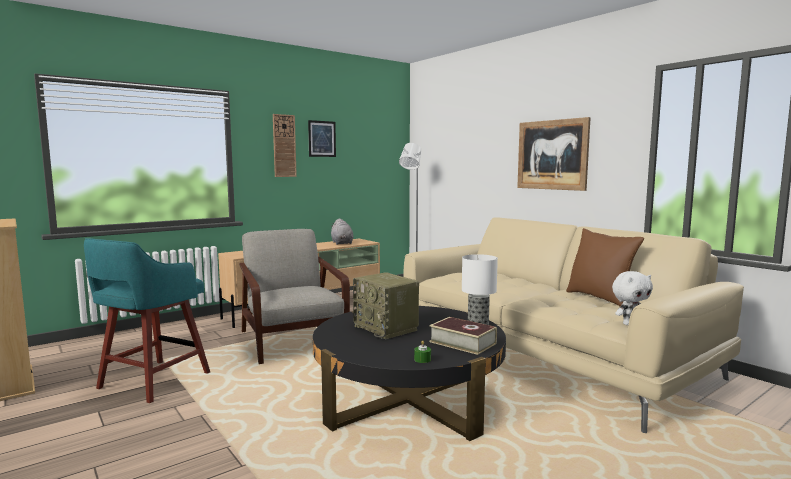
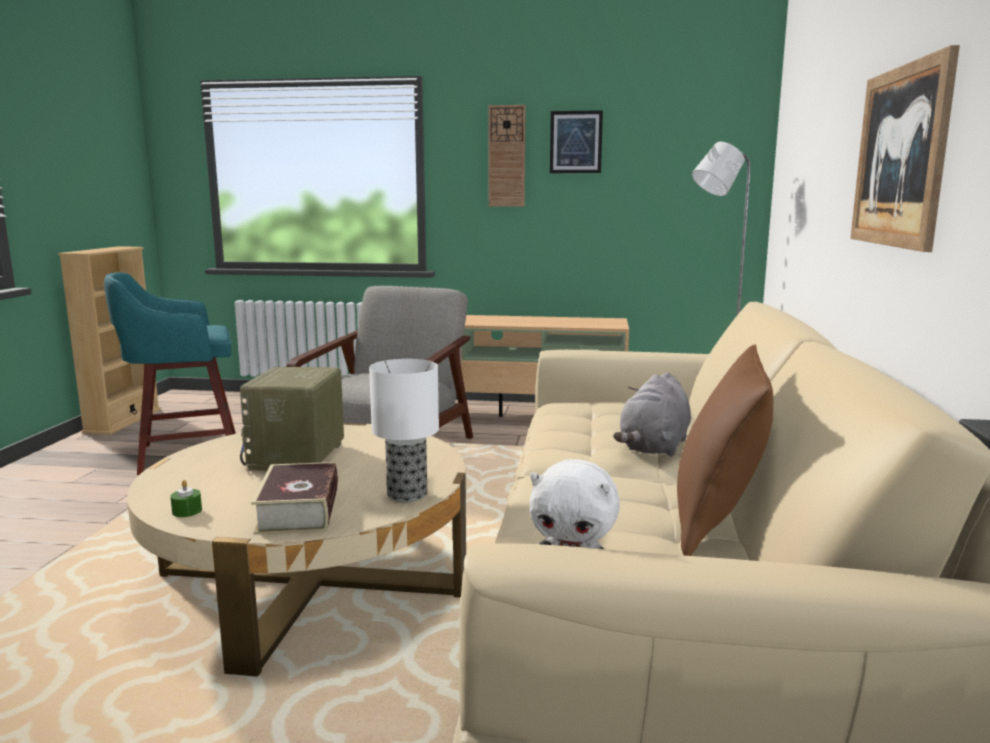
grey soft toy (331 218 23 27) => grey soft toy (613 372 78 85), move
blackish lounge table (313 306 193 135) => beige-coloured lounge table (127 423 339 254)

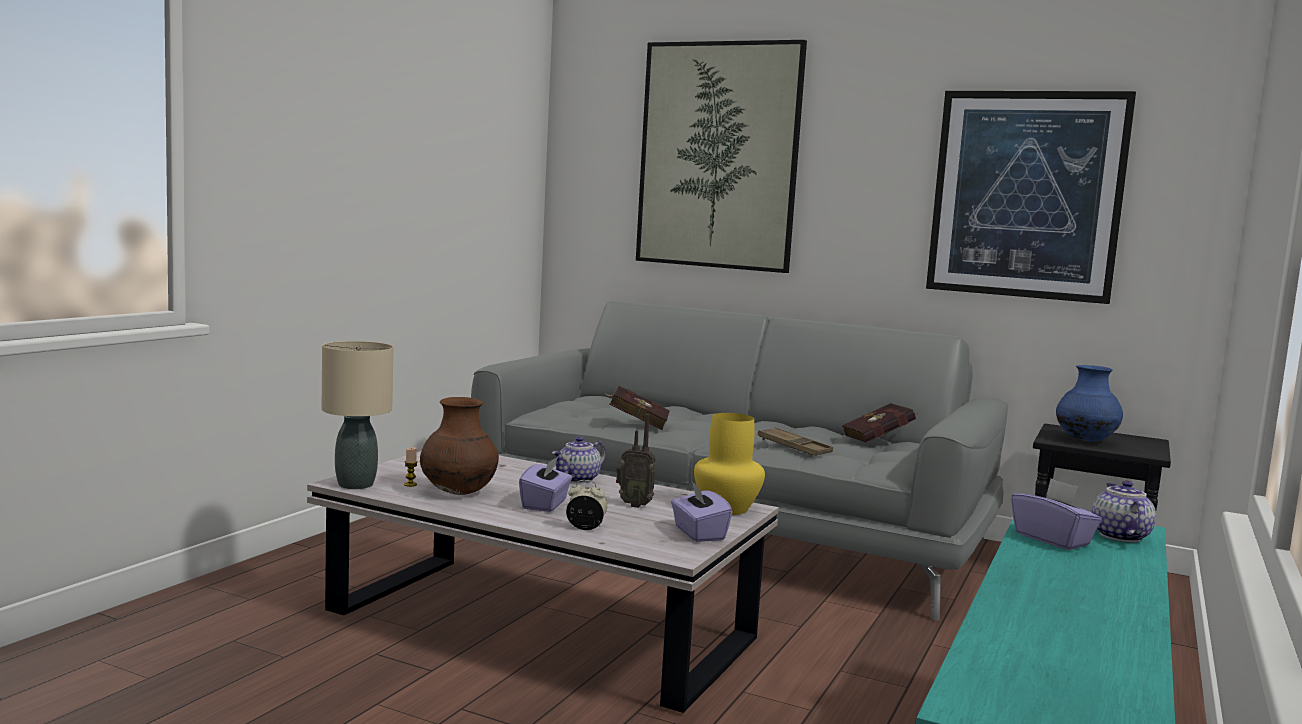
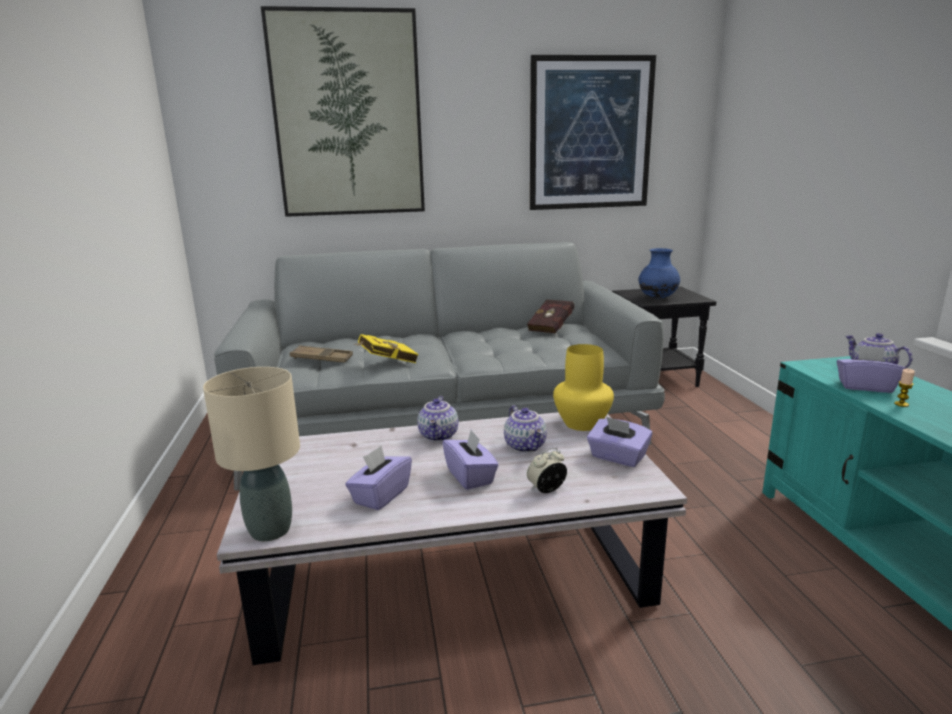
candle (404 447 14 40) => candle (894 369 21 38), move
brown-coloured serving tray (758 427 75 29) => brown-coloured serving tray (290 345 63 17), move
brown-coloured vase (420 397 79 98) => purplish tissue box (345 446 67 64)
radio (616 414 40 94) => tea pot (504 405 43 48)
red bound book (604 386 66 44) => yellow bound book (355 334 64 29)

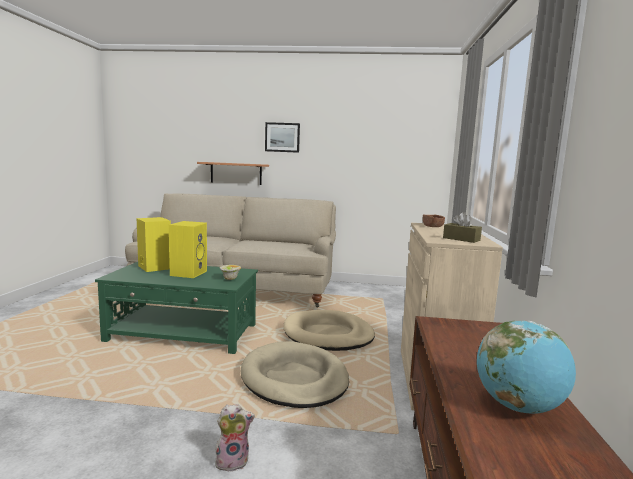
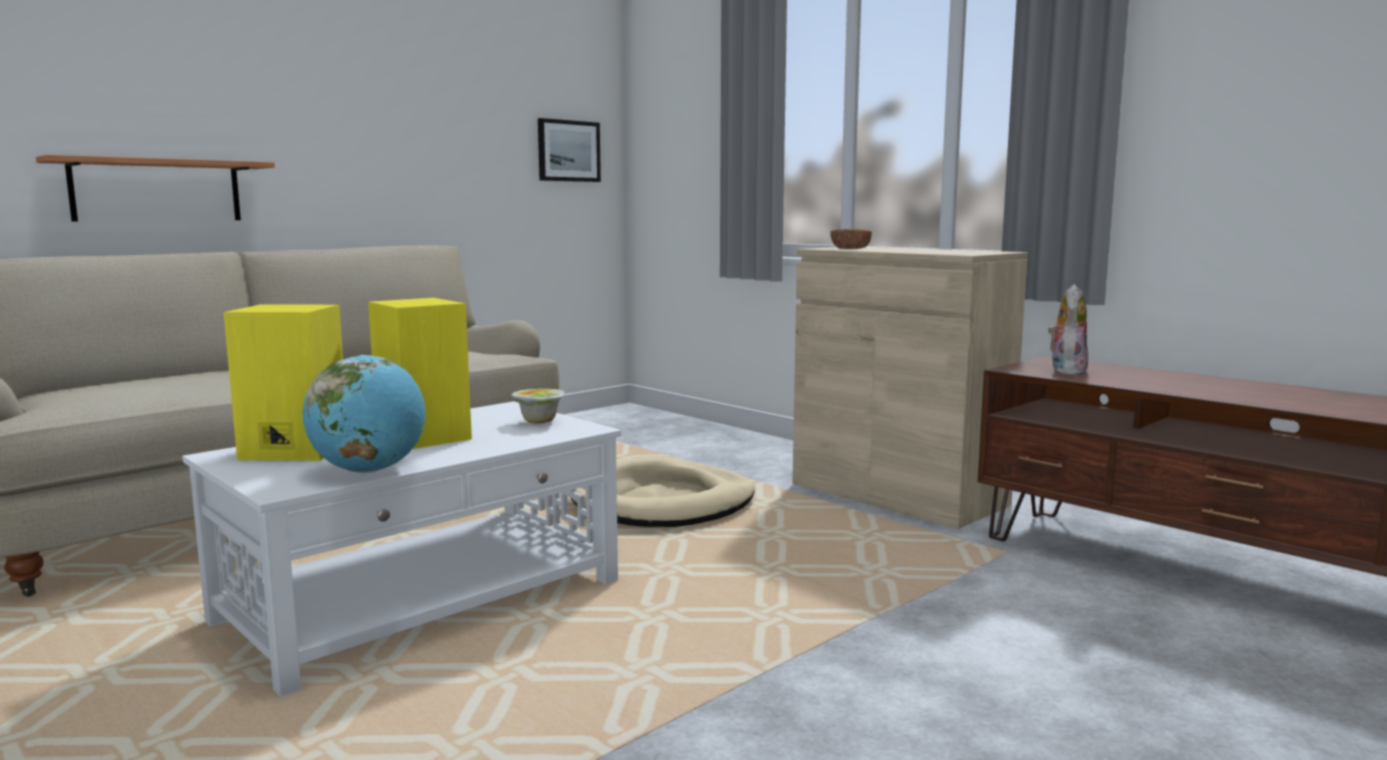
beige-coloured dog cushion (240 341 109 67) => nothing
brown-coloured tissue box (443 212 39 31) => nothing
soft toy (215 404 40 69) => soft toy (1048 284 40 91), move
picture (265 122 35 31) => picture (538 118 63 64), move
world globe (477 321 99 93) => world globe (303 355 122 118), move
green-coloured lounge table (95 262 163 92) => white-coloured lounge table (182 401 439 296)

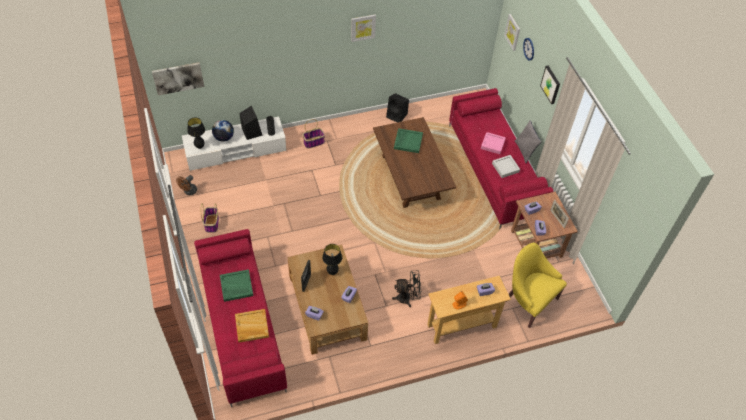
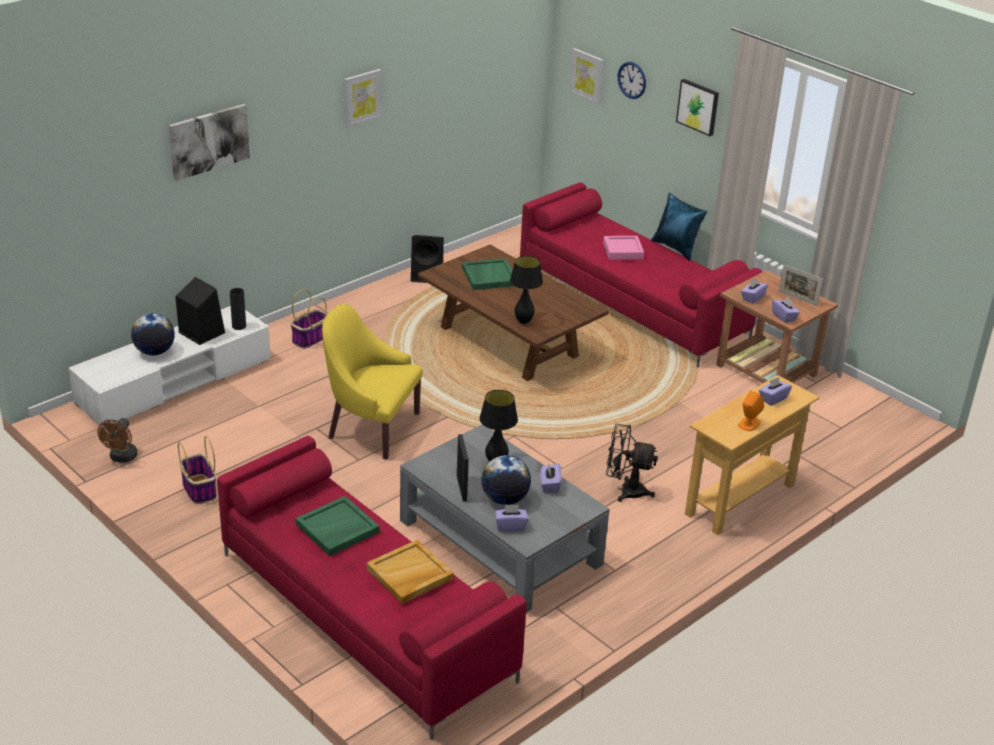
grey serving tray (492 155 28 23) => nothing
nothing => world globe (482 455 49 50)
picture (152 62 52 33) => picture (169 104 81 77), move
blackish tabletop lamp (187 117 18 32) => blackish tabletop lamp (510 256 33 68), move
yellow easy chair (505 243 62 85) => yellow easy chair (322 304 101 156), move
brown-coloured lounge table (288 245 80 110) => grey lounge table (400 424 209 189)
grey throw pillow (515 120 27 43) => bluish throw pillow (651 193 56 68)
blackish fan (392 271 29 36) => blackish fan (606 424 52 78), 135 degrees counterclockwise

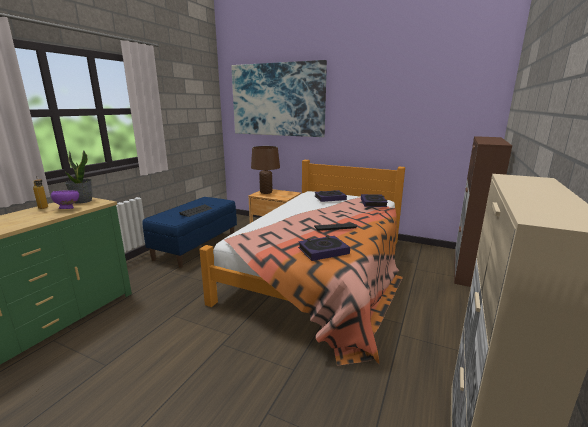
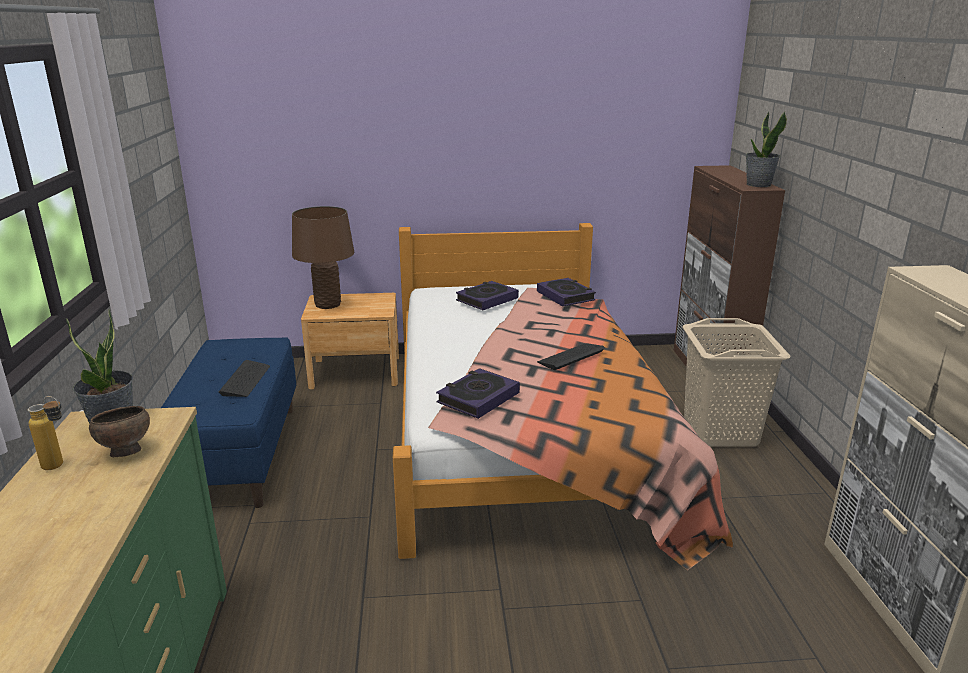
picture (231 60 96 77) => nothing
nothing => beige-coloured laundry basket (682 318 108 128)
nothing => plant in a pot (746 111 41 76)
bound book (298 236 52 25) => bound book (436 368 84 51), move
purplish deep dish (51 190 28 19) => brown-coloured deep dish (89 406 61 51)

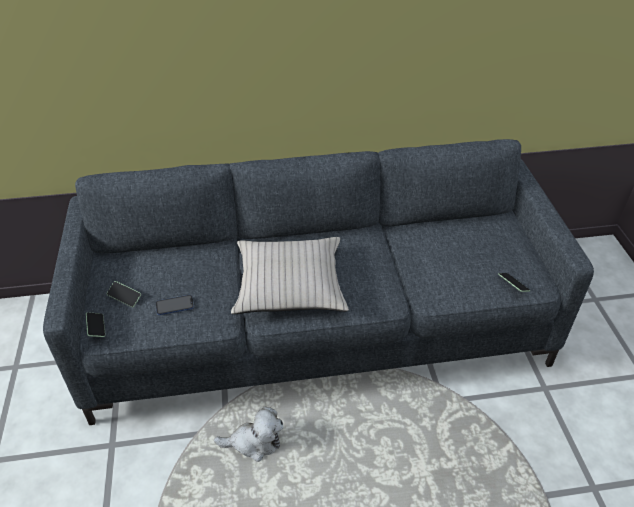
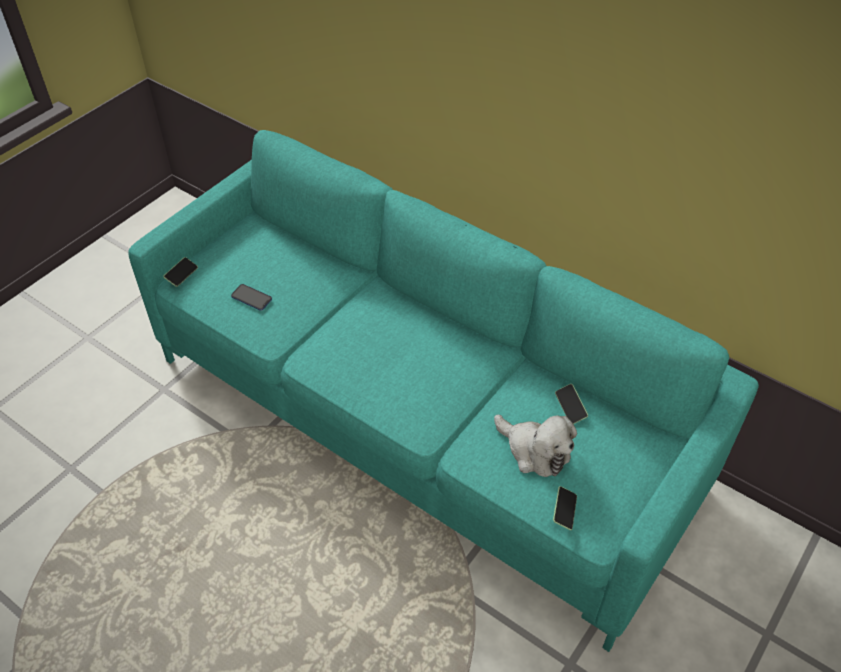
beige-coloured throw pillow (231 237 118 77) => nothing
handset (107 281 34 26) => handset (555 384 33 40), move
soft toy (214 406 70 56) => soft toy (494 415 83 62), move
grey sofa (43 139 551 286) => blue-green sofa (128 130 631 522)

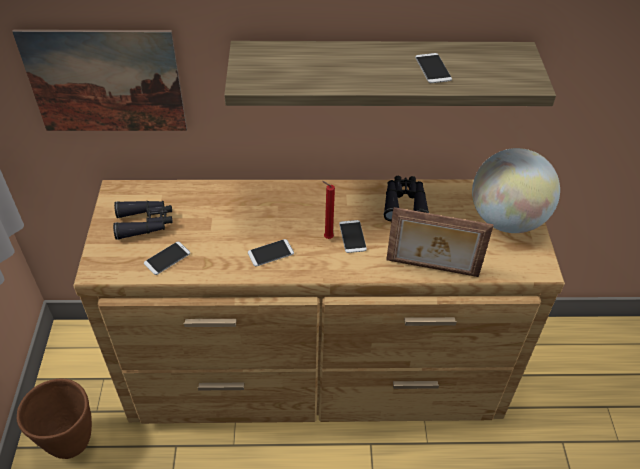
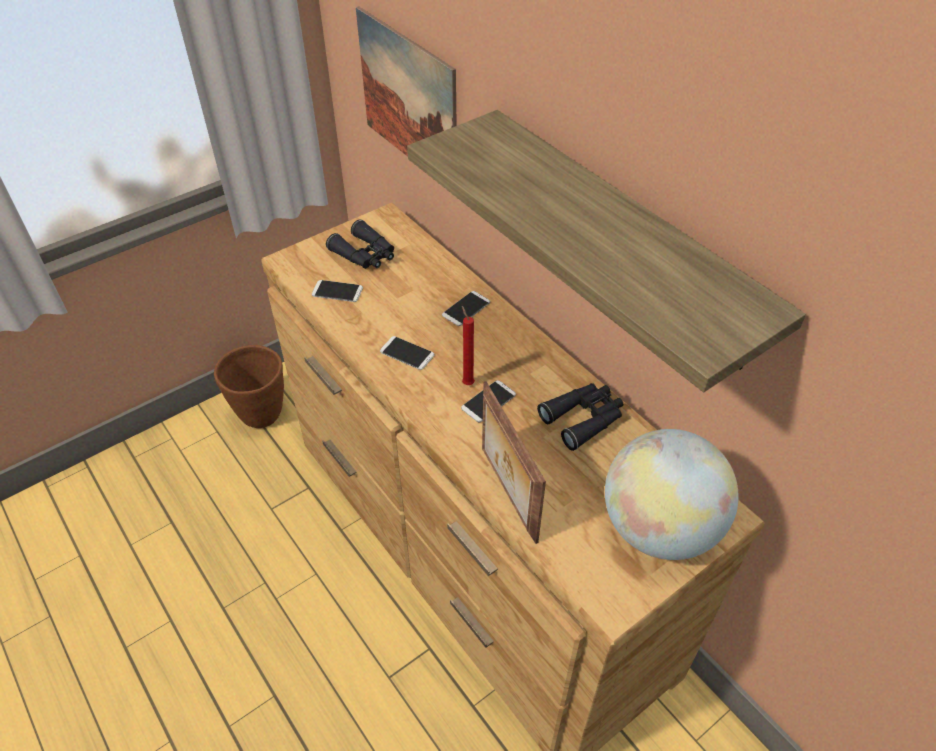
handset (415 53 37 30) => handset (442 291 48 35), move

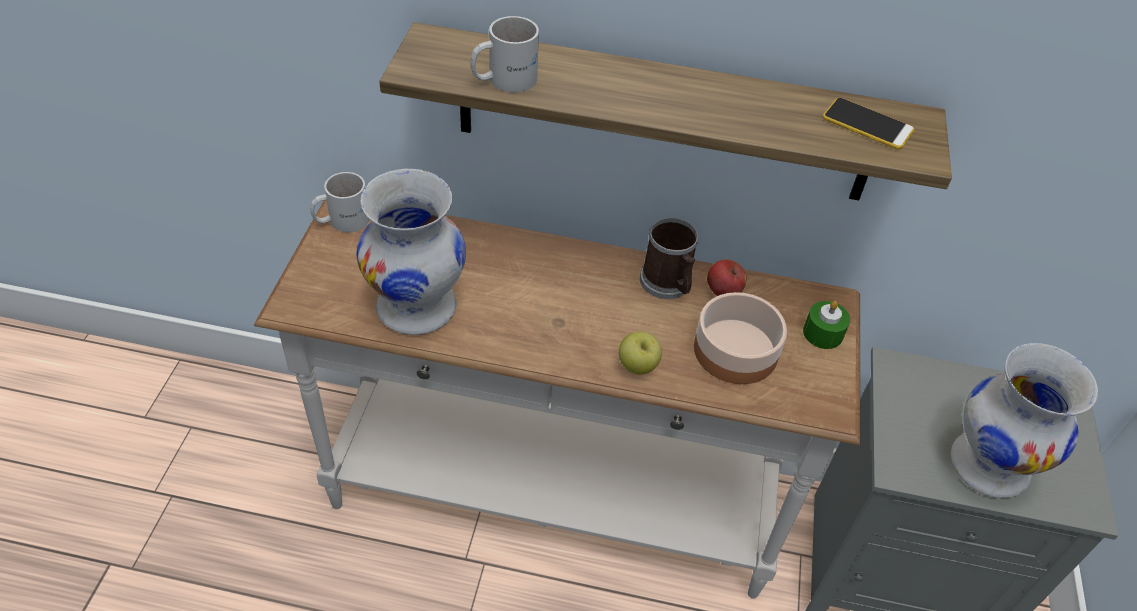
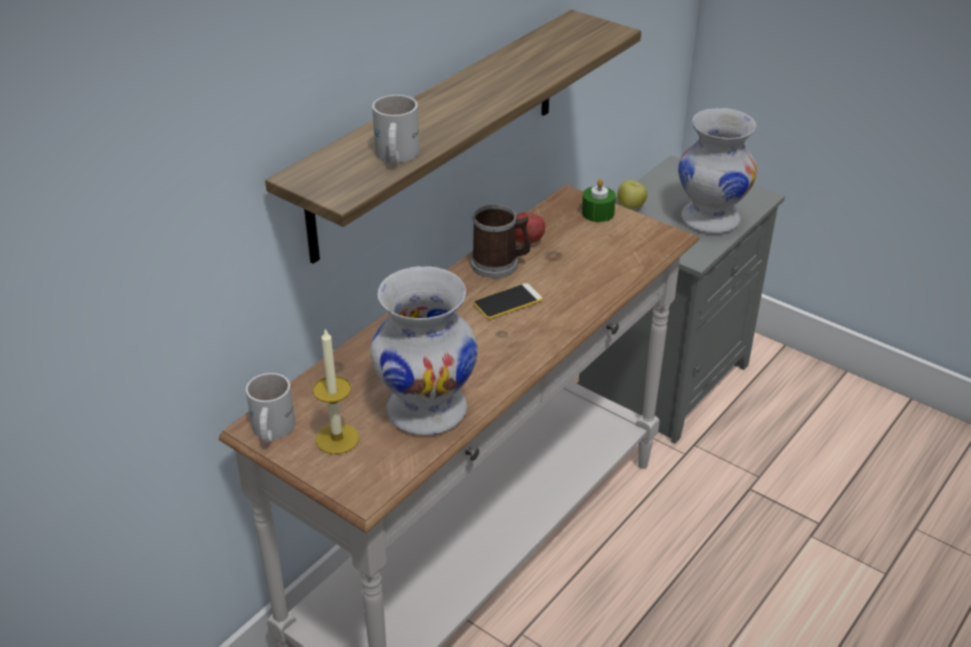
deep dish (694 292 93 92) => nothing
nothing => candle (313 328 46 126)
apple (619 332 43 42) => apple (617 180 30 29), move
handset (823 98 91 52) => handset (473 283 70 37), move

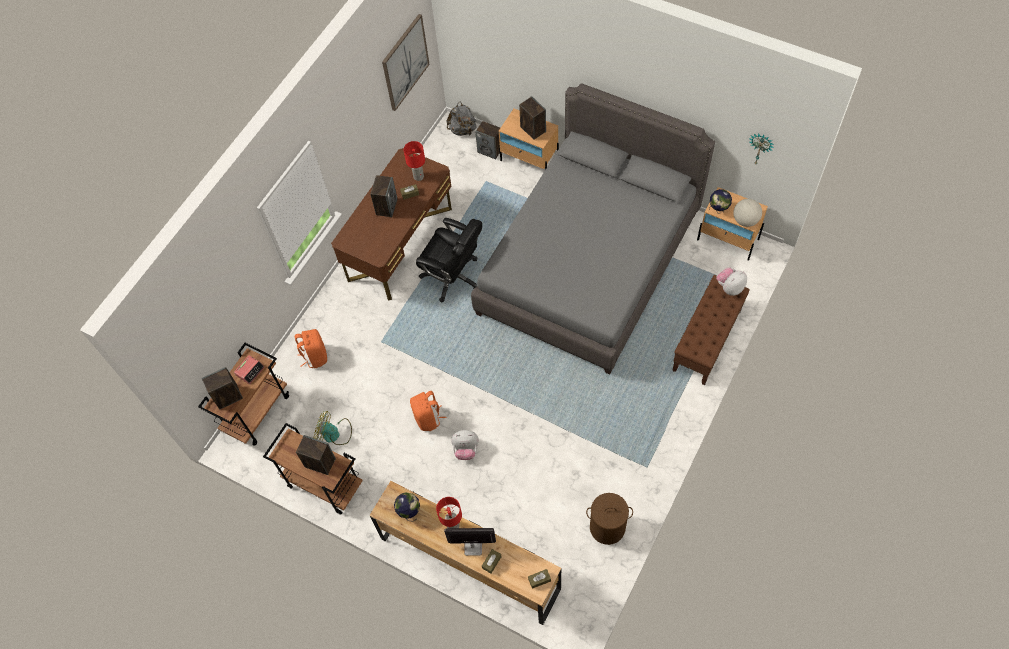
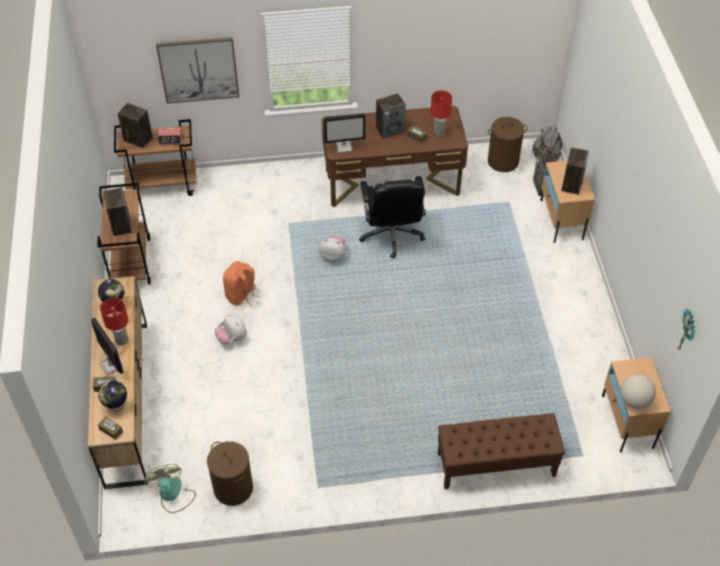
orangey rucksack (295 329 32 39) => nothing
grey bed (471 83 244 292) => nothing
nothing => monitor (323 113 43 40)
nothing => brown-coloured laundry basket (488 117 40 55)
fan (314 411 38 34) => fan (144 464 52 49), move
picture (382 14 48 97) => picture (156 37 83 67), move
world globe (709 189 23 25) => world globe (99 381 28 31), move
soft toy (716 268 31 28) => soft toy (319 235 27 27), move

